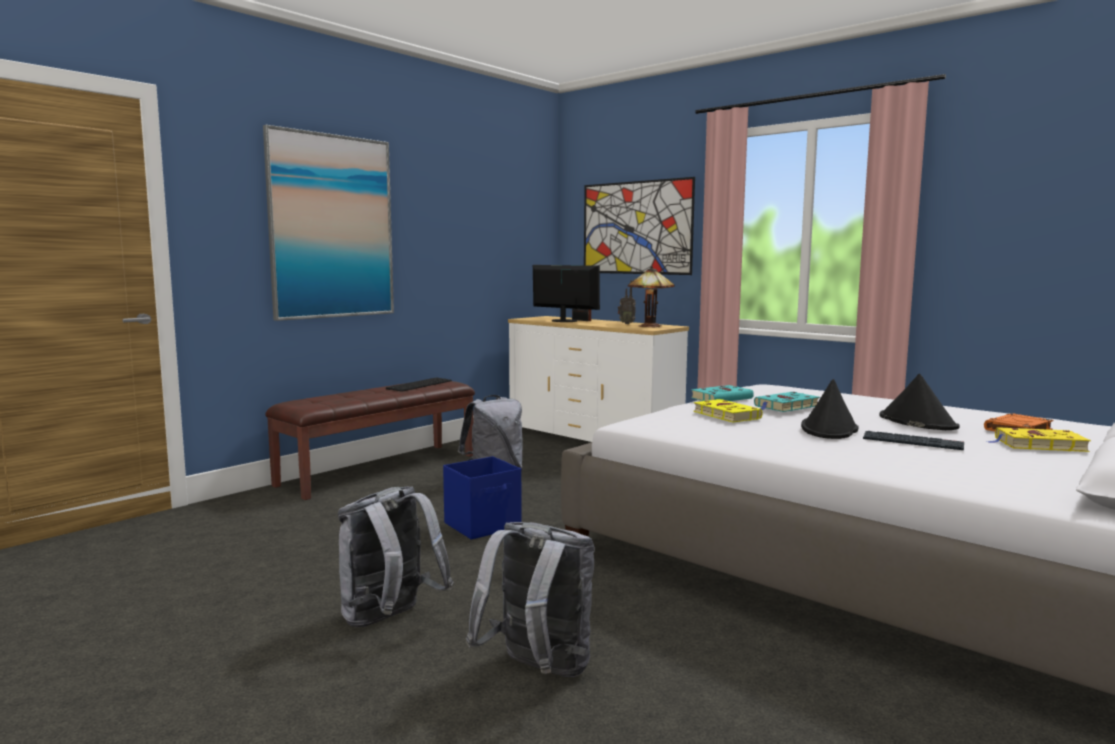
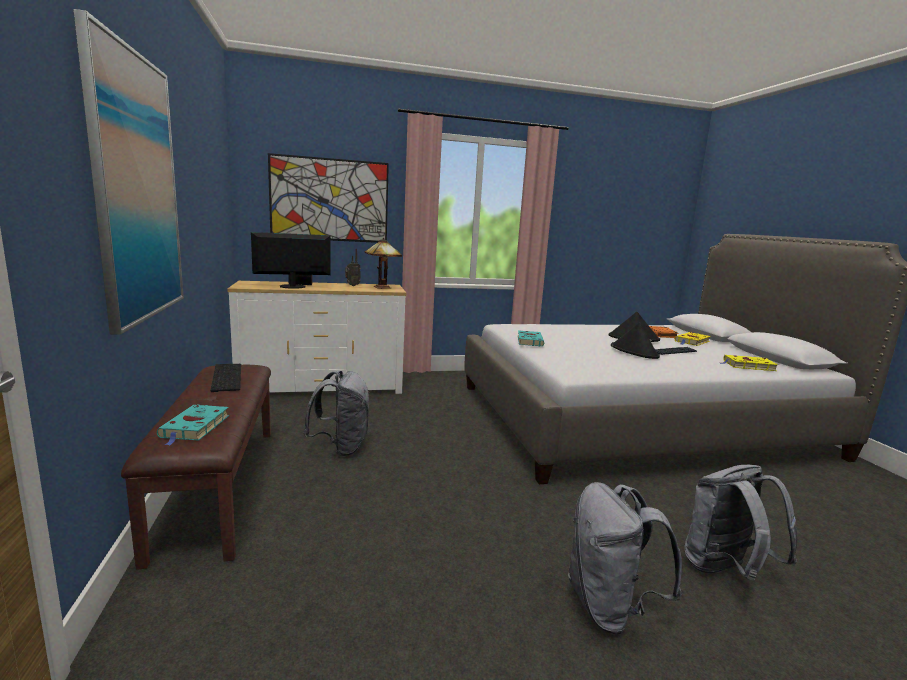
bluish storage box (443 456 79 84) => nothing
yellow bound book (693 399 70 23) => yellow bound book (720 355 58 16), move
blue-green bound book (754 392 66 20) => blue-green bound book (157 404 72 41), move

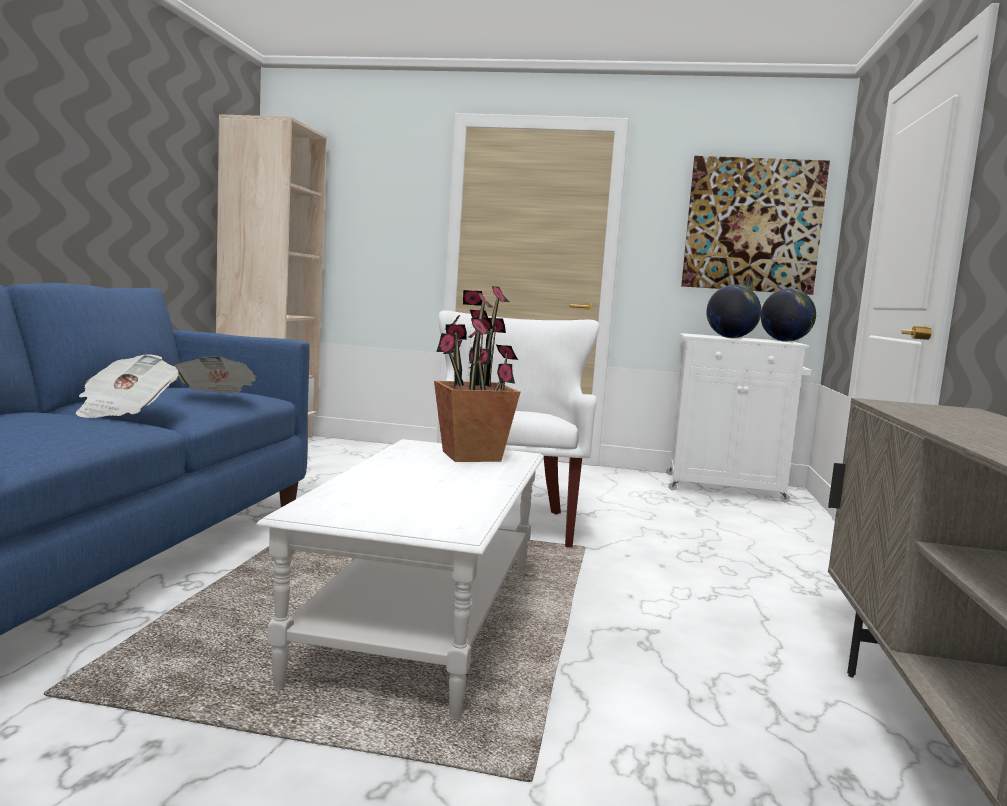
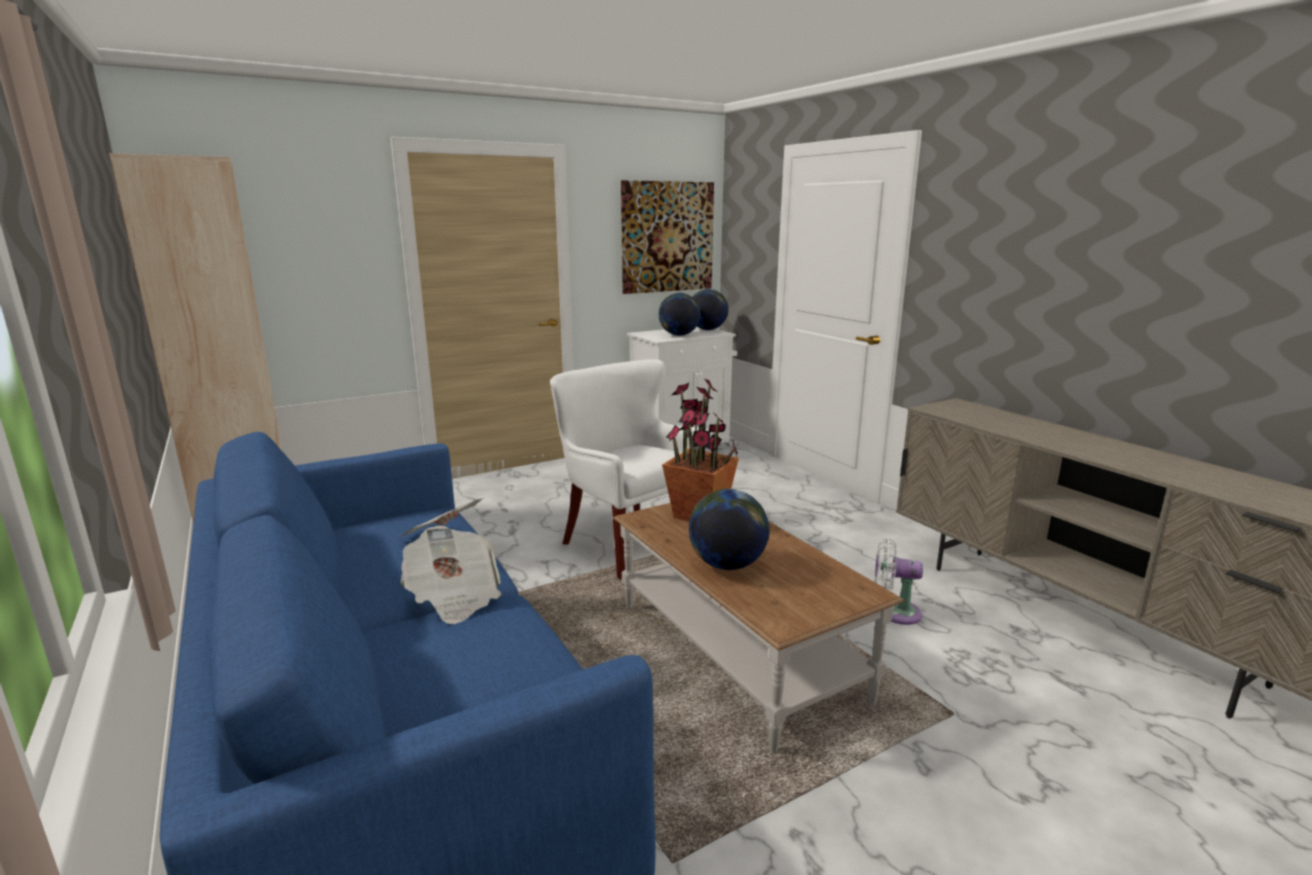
nothing => world globe (689 489 81 81)
nothing => white-coloured fan (875 538 48 87)
white-coloured lounge table (256 439 288 280) => brown-coloured lounge table (613 503 291 250)

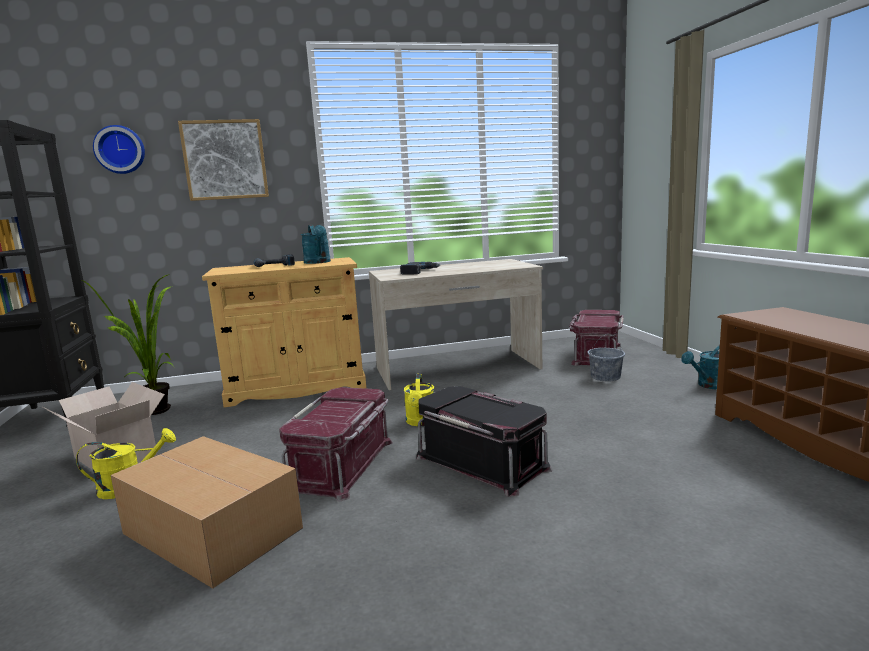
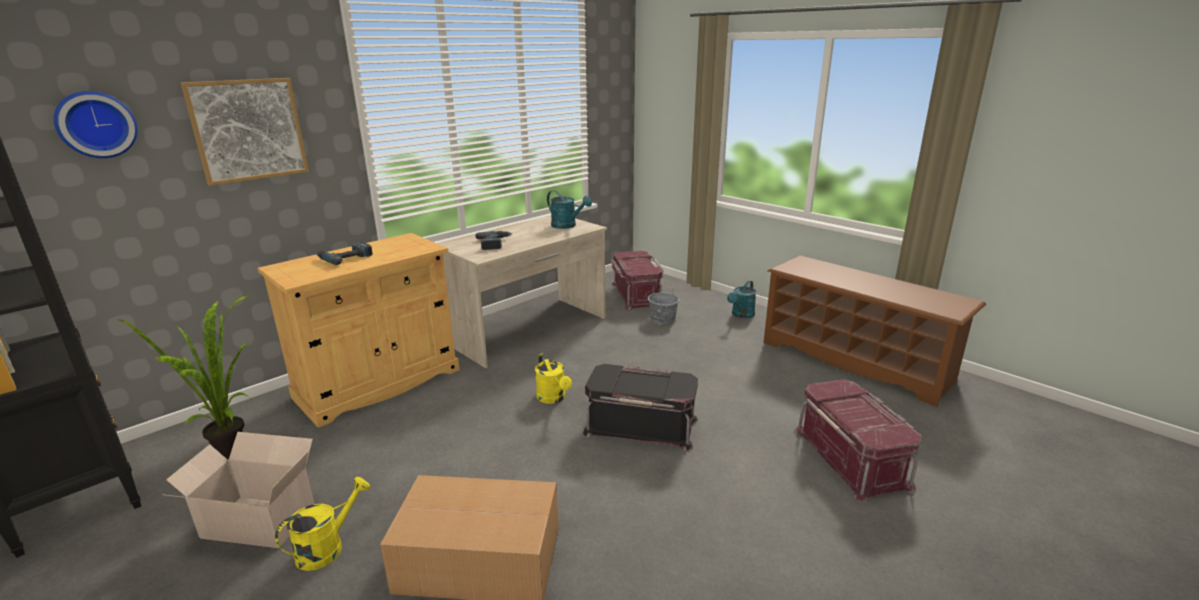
red storage box (279 387 114 115) => red storage box (794 379 128 124), move
blue-green watering pot (301 225 30 39) => blue-green watering pot (547 191 45 38), move

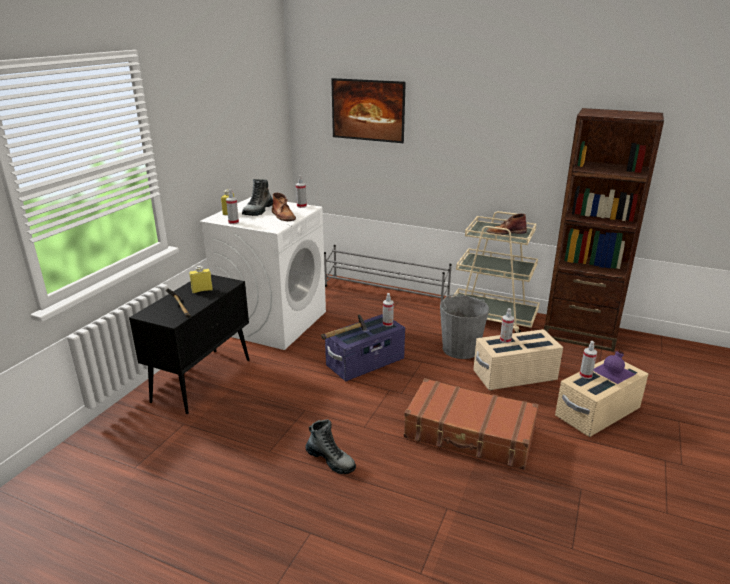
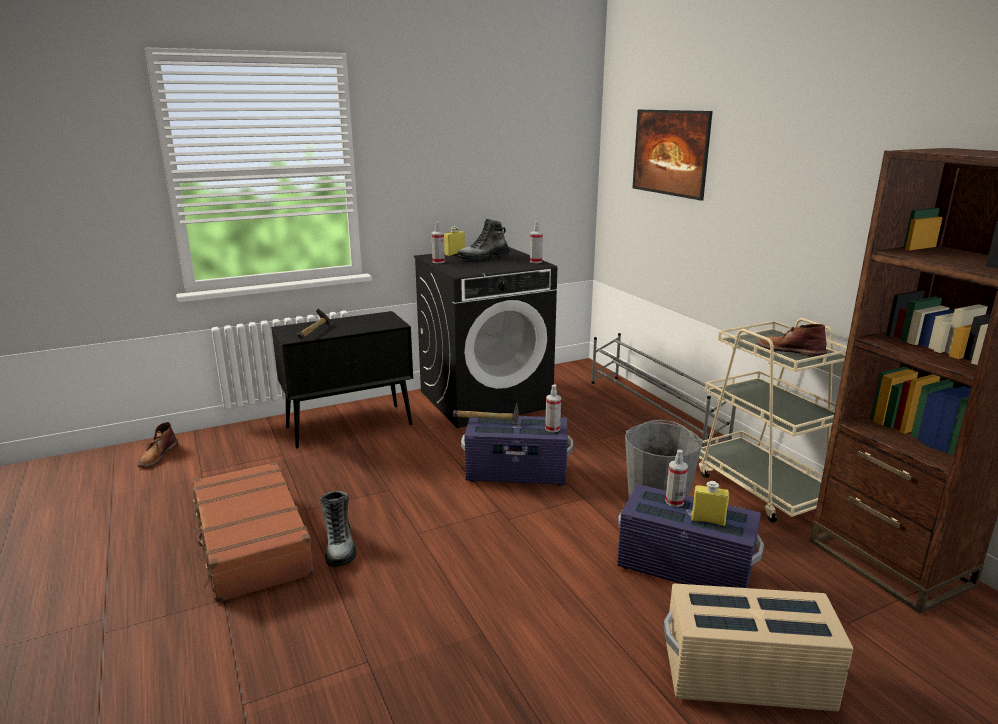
spray bottle (579 341 18 38) => nothing
purplish bottle (594 350 42 34) => nothing
yellow bottle (189 266 24 27) => yellow bottle (691 481 38 45), move
brown-coloured high-top boot (272 193 24 28) => brown-coloured high-top boot (137 422 41 46), move
brown-coloured suitcase (404 378 134 92) => brown-coloured suitcase (192 461 122 142), move
white-coloured laundry machine (199 197 127 153) => blackish laundry machine (414 247 143 181)
beige-coloured storage box (473 329 90 61) => purplish storage box (617 484 147 104)

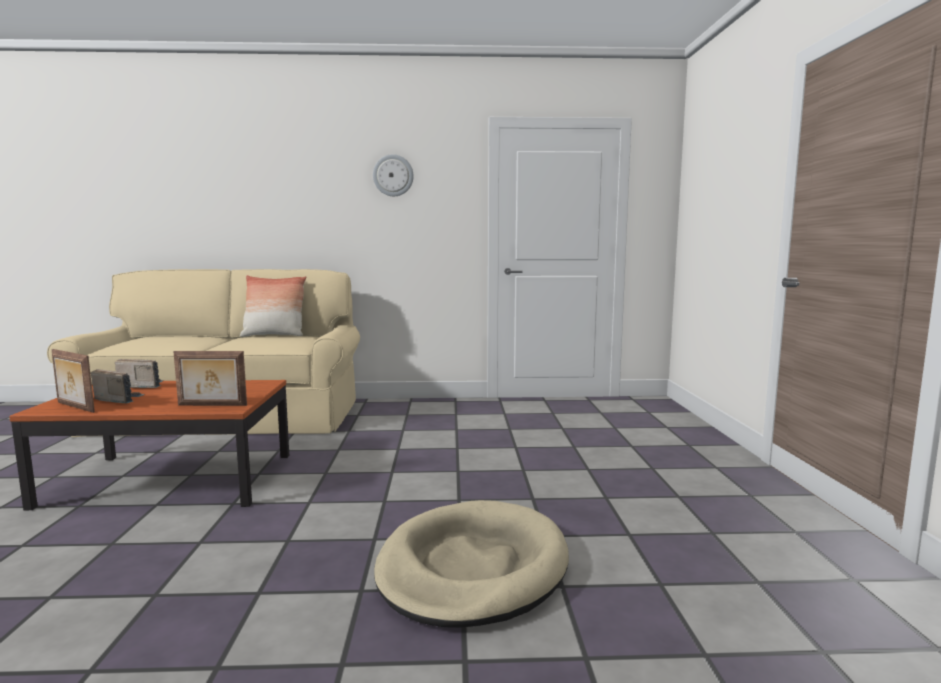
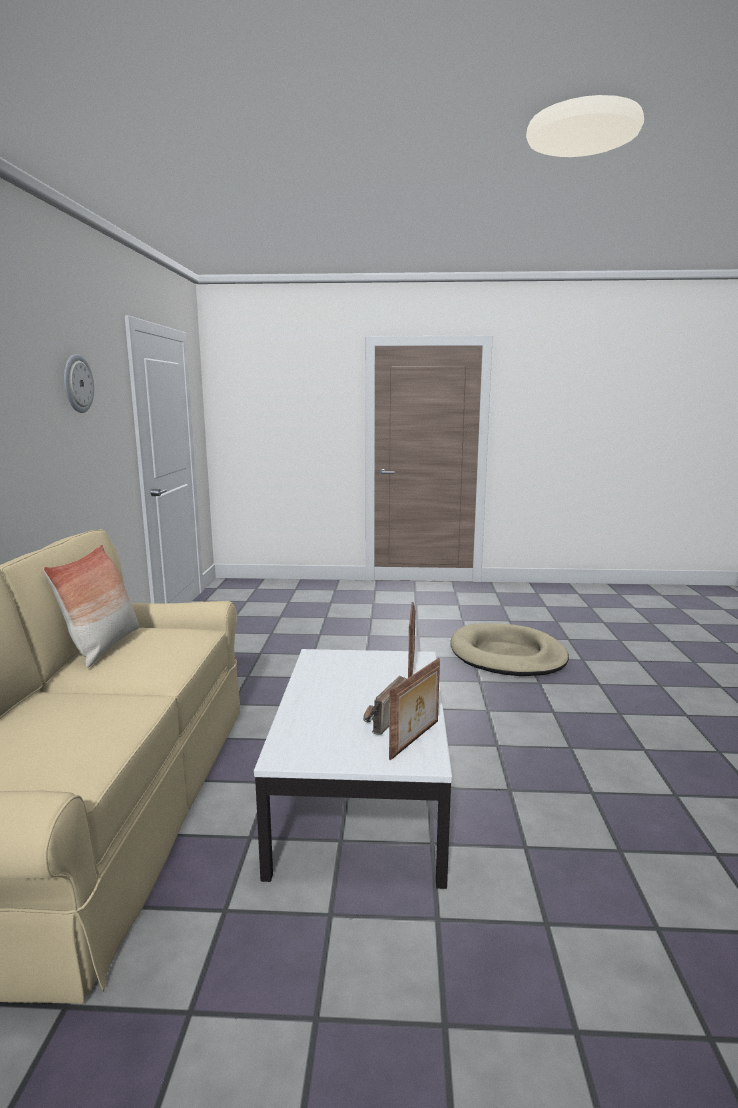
radio (115 359 49 29) => nothing
brown-coloured lounge table (9 380 280 130) => white-coloured lounge table (254 649 198 240)

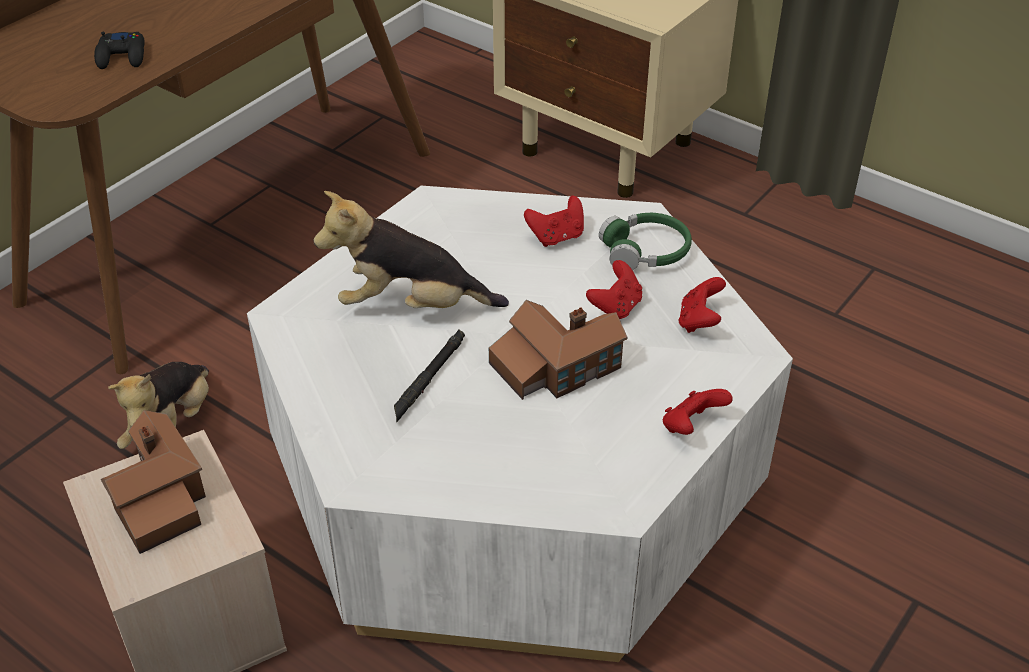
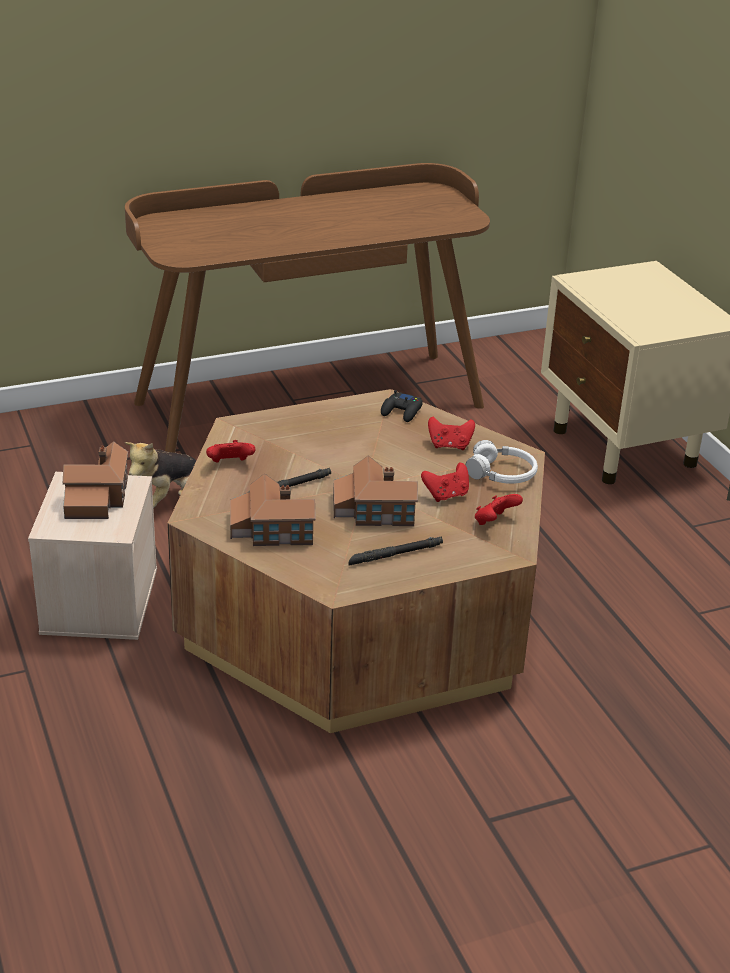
soft toy (314 191 195 117) => nothing
nothing => miniature house (230 473 86 73)
nothing => blackish torch (348 536 95 30)
blackish joypad (94 32 51 37) => blackish joypad (381 390 42 32), move
red joypad (663 389 70 46) => red joypad (206 440 50 23), move
white-coloured lounge table (247 186 546 476) => brown-coloured lounge table (167 389 378 344)
green-coloured headset (599 213 93 57) => white-coloured headset (466 440 72 44)

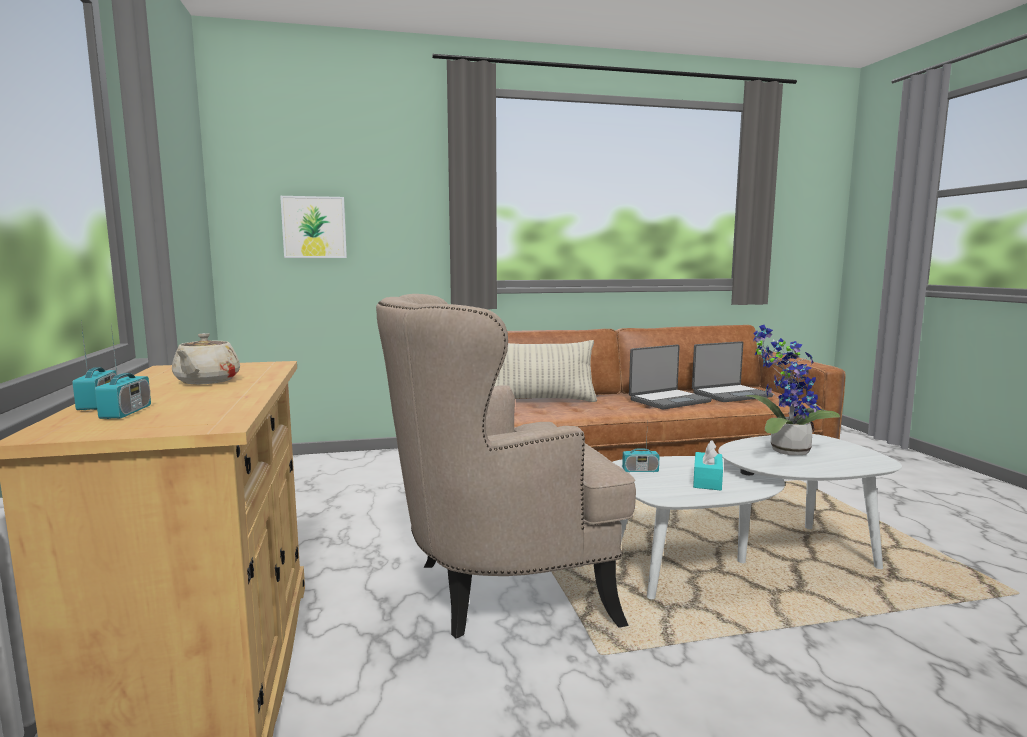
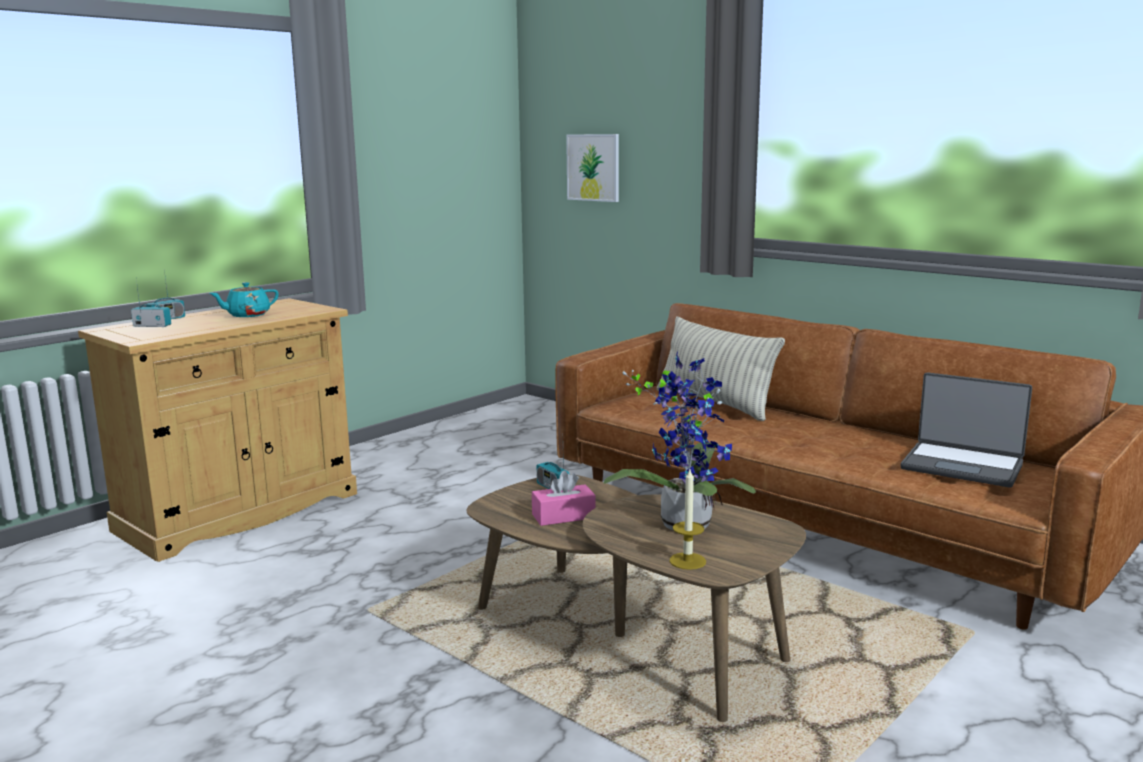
beige-coloured easy chair (376 294 260 344) => nothing
portable computer (629 345 83 64) => nothing
nothing => candle (669 469 37 101)
beige-coloured tea pot (172 333 68 51) => blue-green tea pot (209 282 70 35)
white-coloured lounge table (613 434 289 165) => brown-coloured lounge table (466 474 340 248)
blue-green tissue box (693 440 30 51) => pink-coloured tissue box (532 471 64 55)
radio (95 326 56 93) => radio (131 280 40 47), 135 degrees counterclockwise

